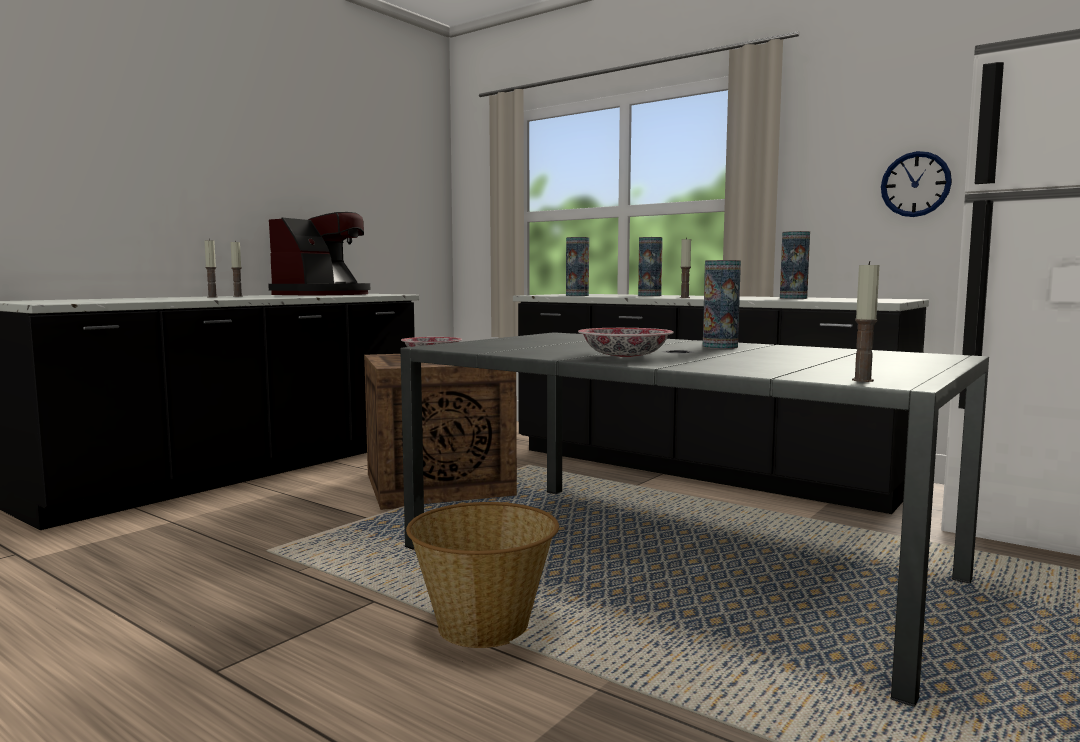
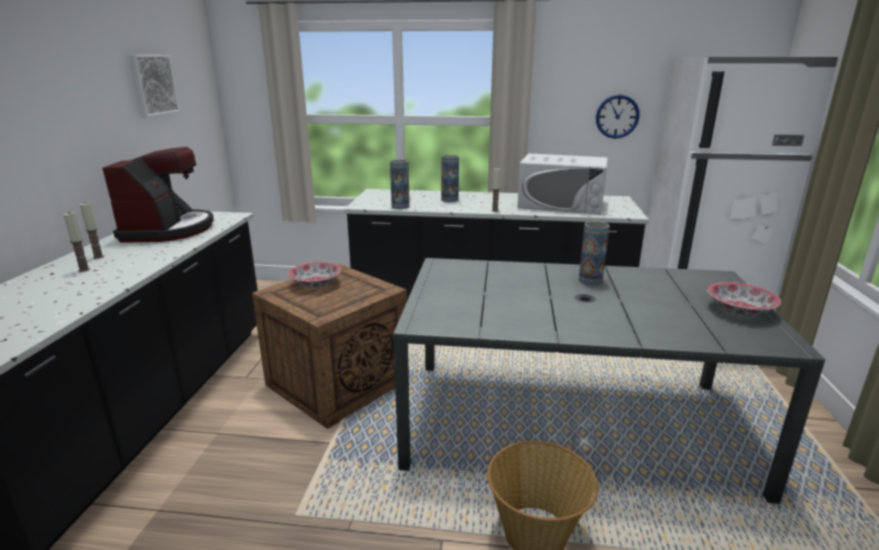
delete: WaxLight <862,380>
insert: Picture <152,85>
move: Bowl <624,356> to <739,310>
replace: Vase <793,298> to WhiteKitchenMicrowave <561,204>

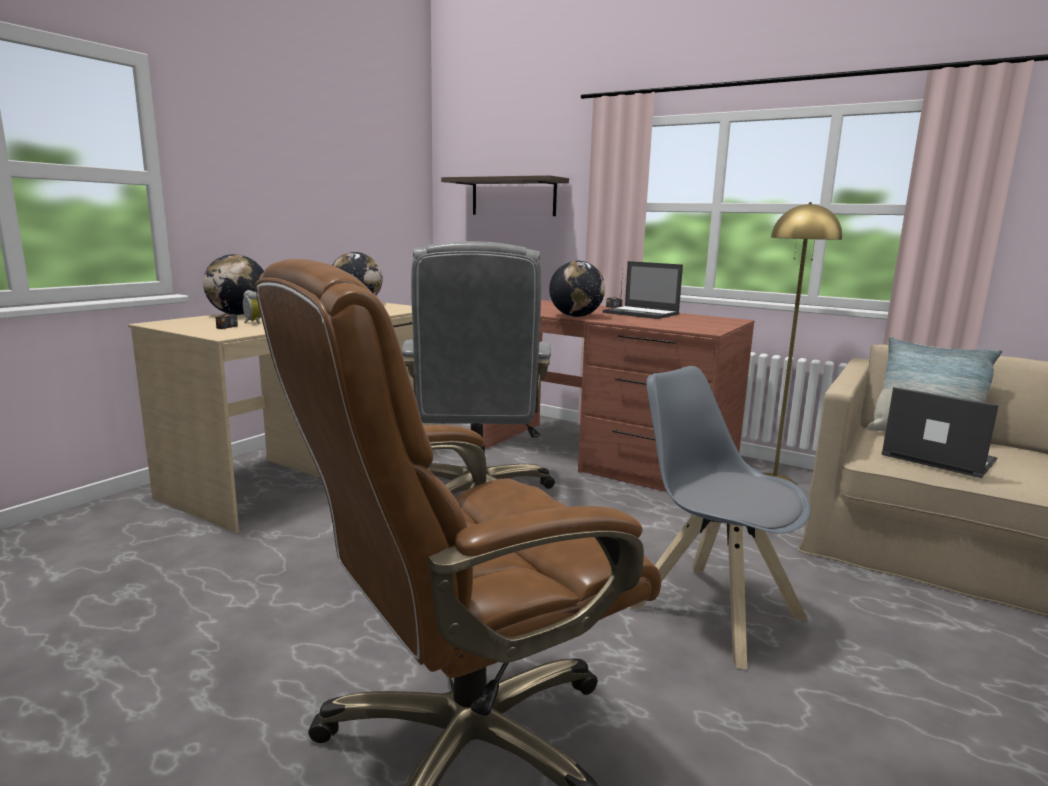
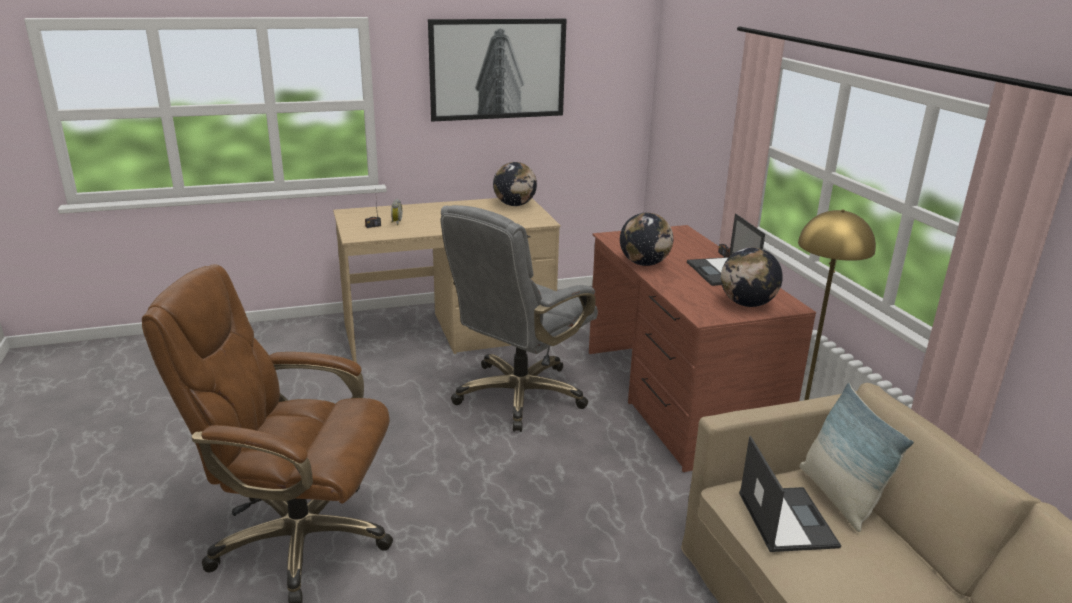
delete: Shelf <513,197>; GreyishPlainChair <711,610>
insert: Picture <497,69>
move: Globe <238,314> to <747,304>

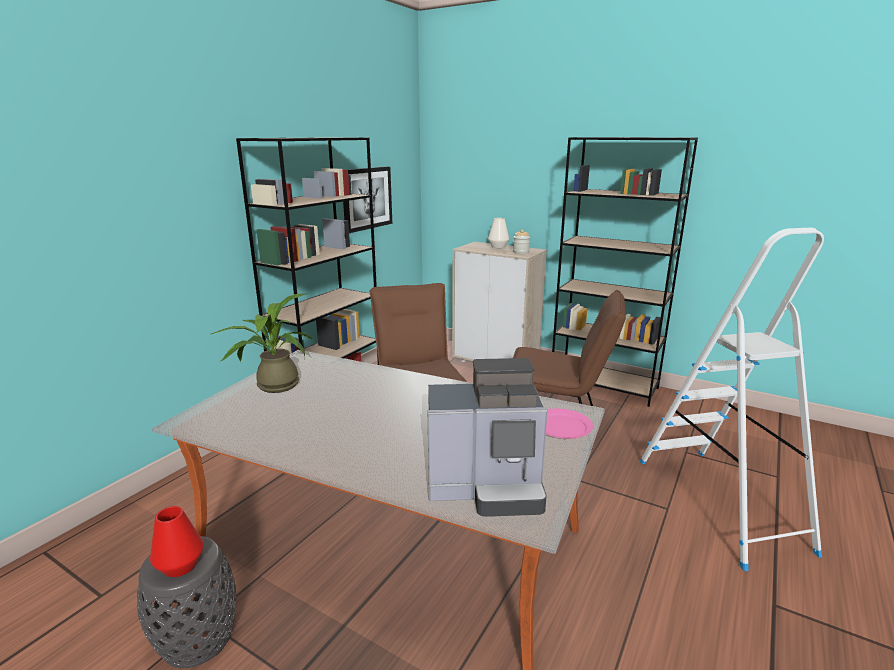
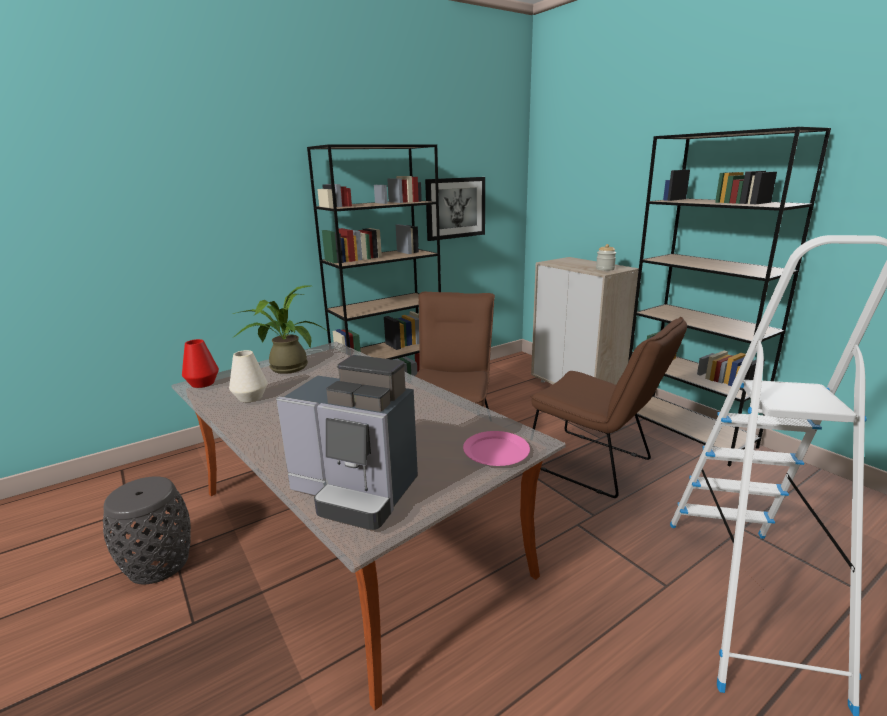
move: RedColouredVase <180,565> to <203,383>; WhiteVase <498,246> to <250,397>

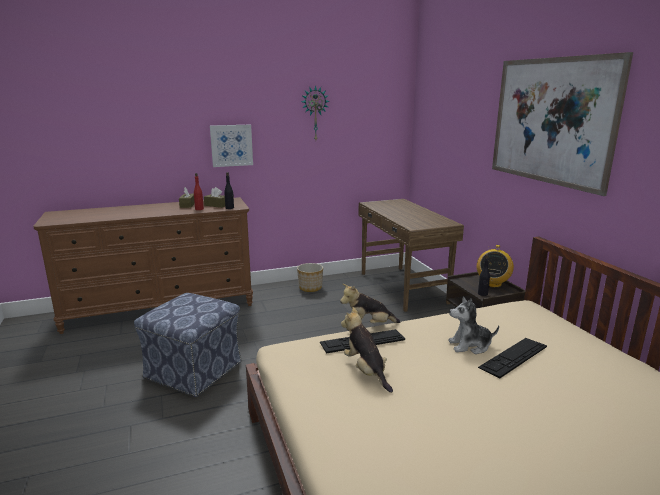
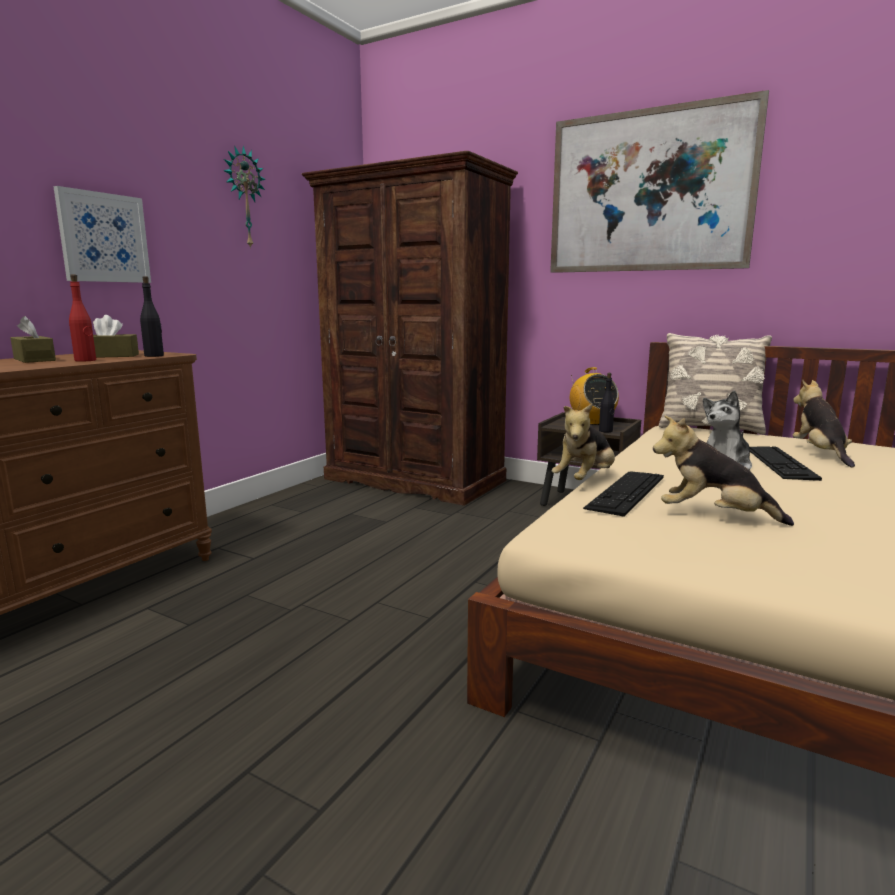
delete: Ottoman <194,369>; FlowerPot <310,288>
insert: BeigeColouredPillow <709,429>; CuddlyToy <820,454>
replace: BrownColouredHallTable <403,288> to BrownColouredClothesCupboard <414,480>

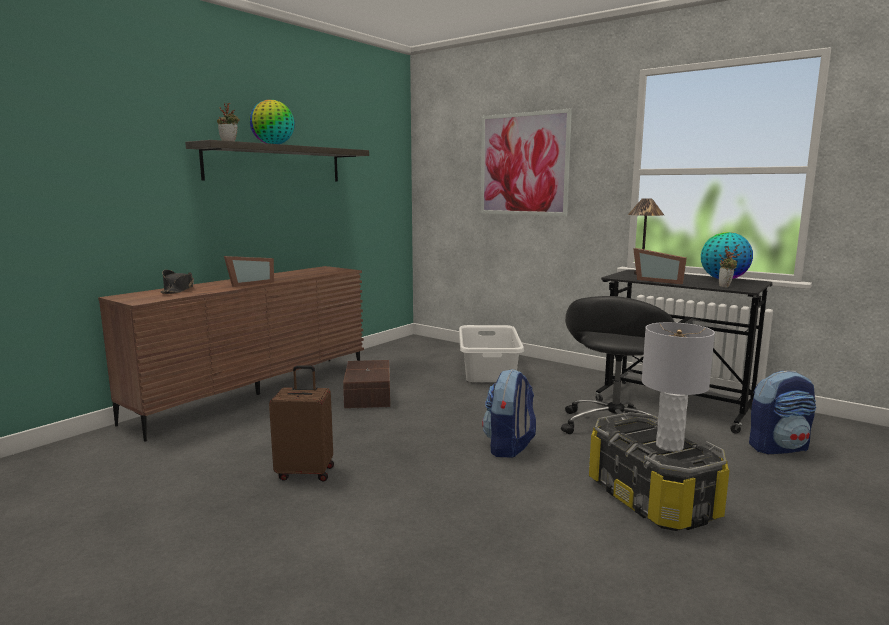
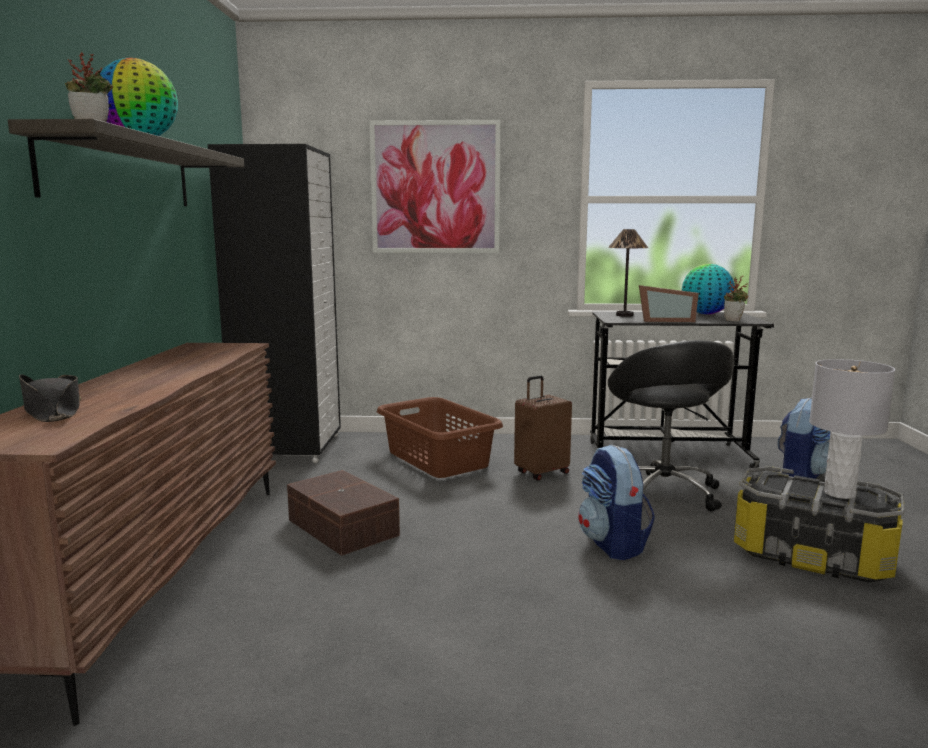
delete: StandingFrame <249,283>
insert: ClothesCupboard <288,448>
move: BrownColouredPieceOfLuggage <306,472> to <541,473>
recolor: WhiteWashingBasket <489,370> to BrownColouredWashingBasket <438,459>

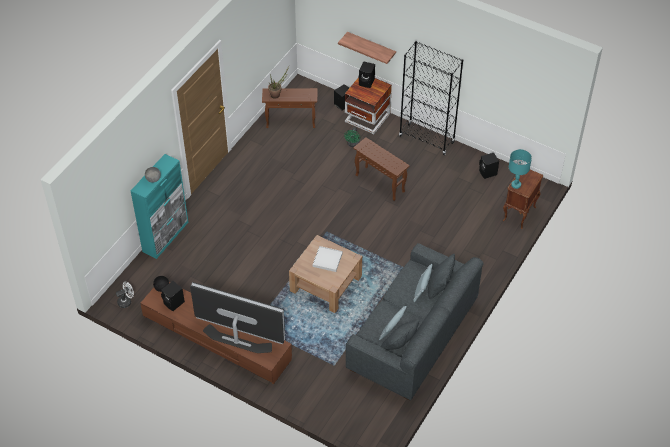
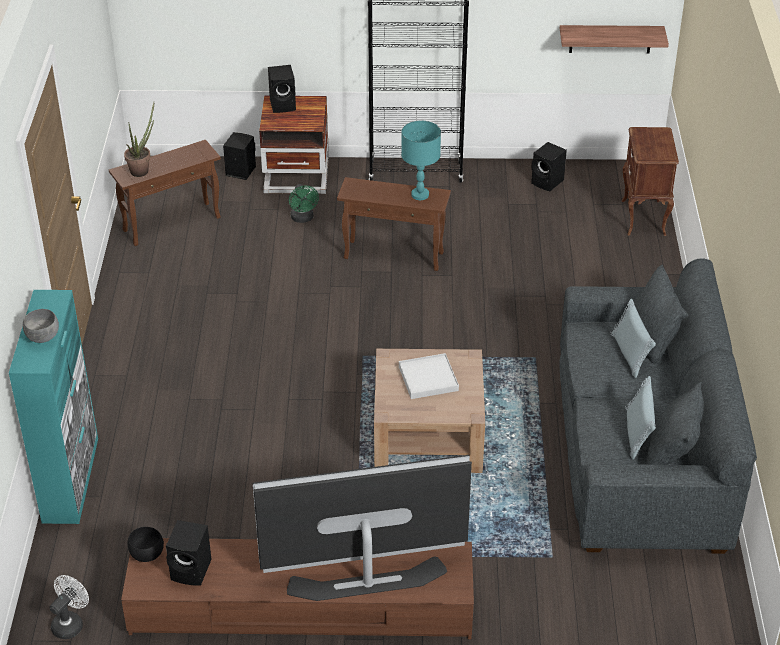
move: BlueGreenTableLamp <516,184> to <420,195>; Shelf <371,47> to <610,39>

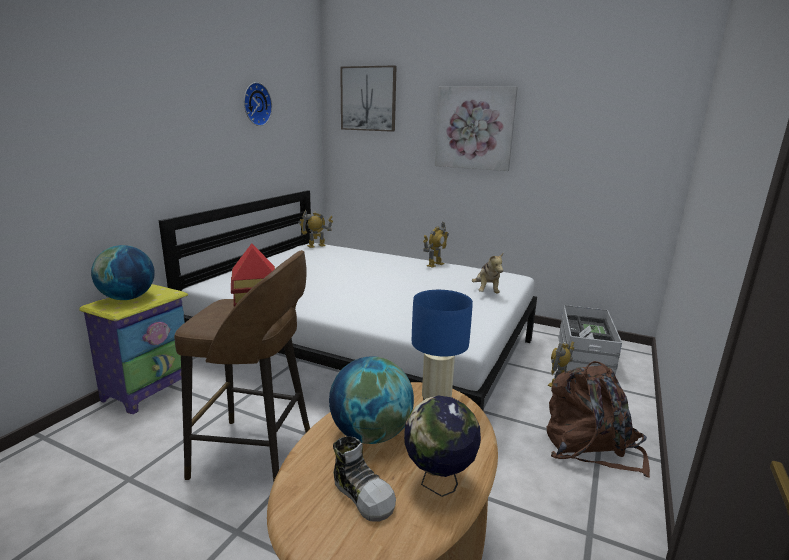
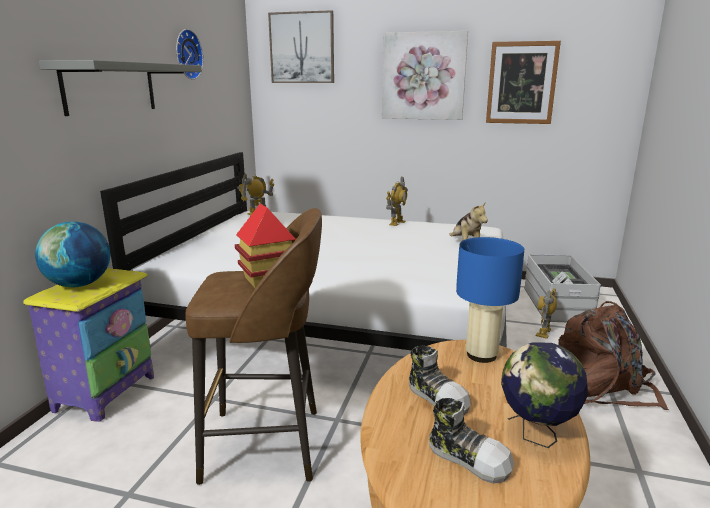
insert: GreyishShelf <110,88>; Picture <521,83>
replace: Globe <371,434> to ItemOfFootwear <438,397>

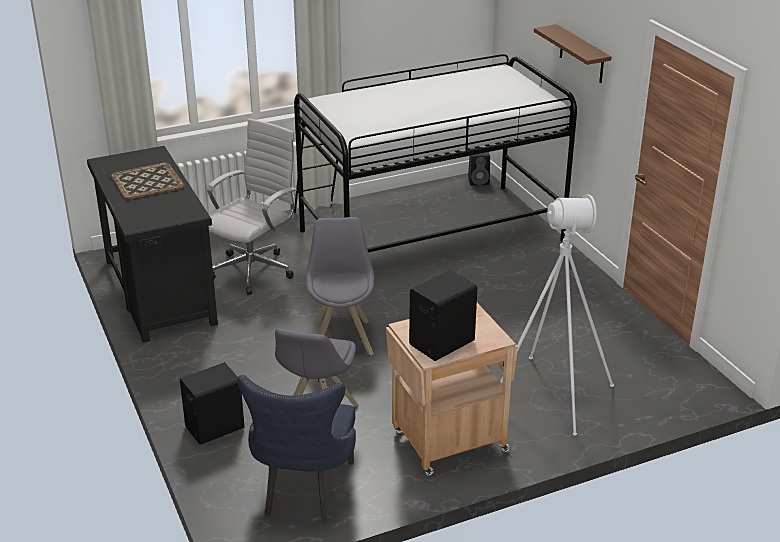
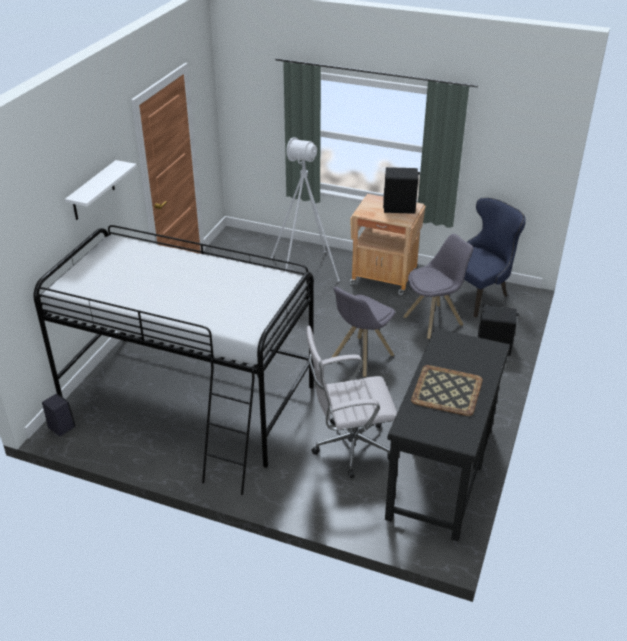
recolor: BrownColouredShelf <581,54> to WhiteShelf <93,191>

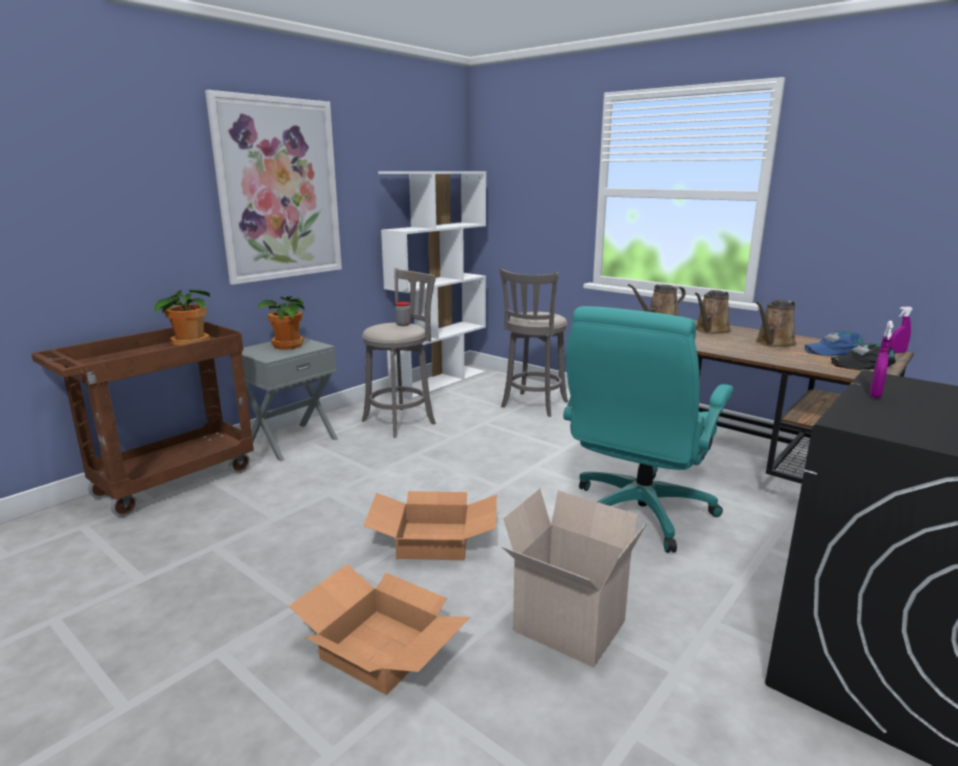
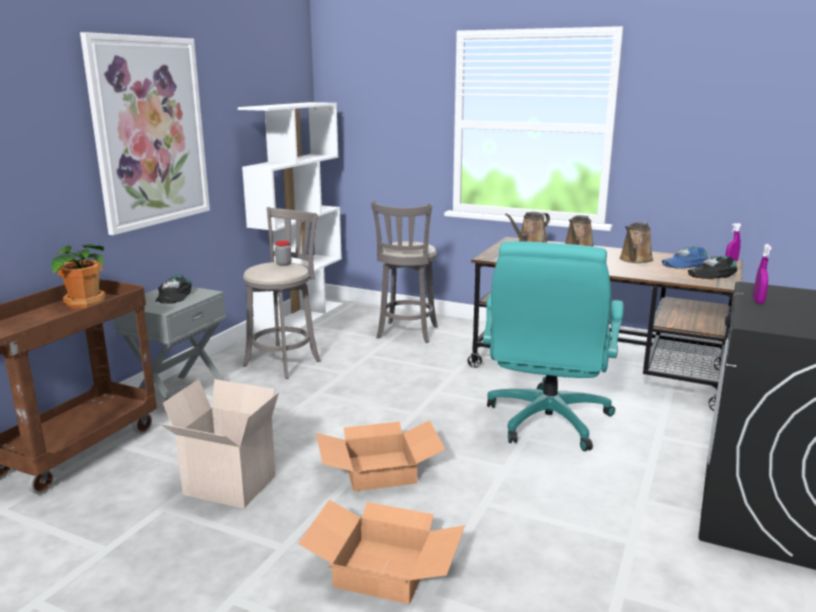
move: CardboardBox <566,627> to <227,486>
replace: Houseplant <287,346> to BlackPeakedCap <173,295>

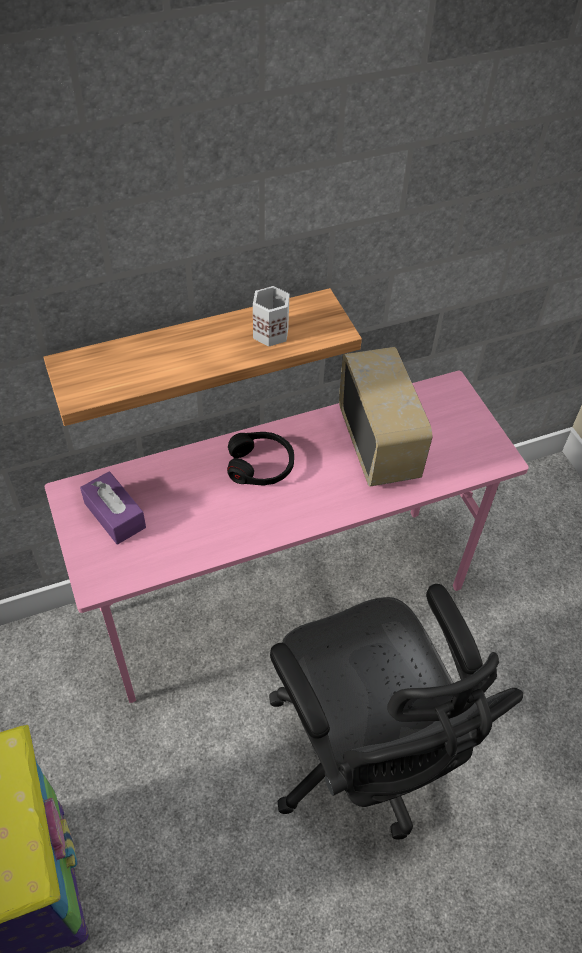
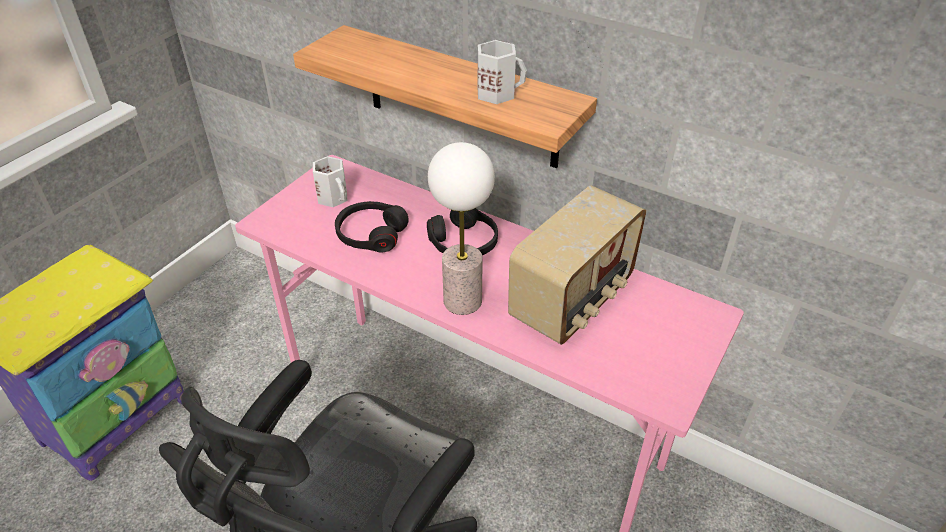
insert: BlackHeadset <371,234>; TableLamp <462,301>
replace: PurplishTissueHolder <115,515> to WhiteCoffeeMug <334,197>

